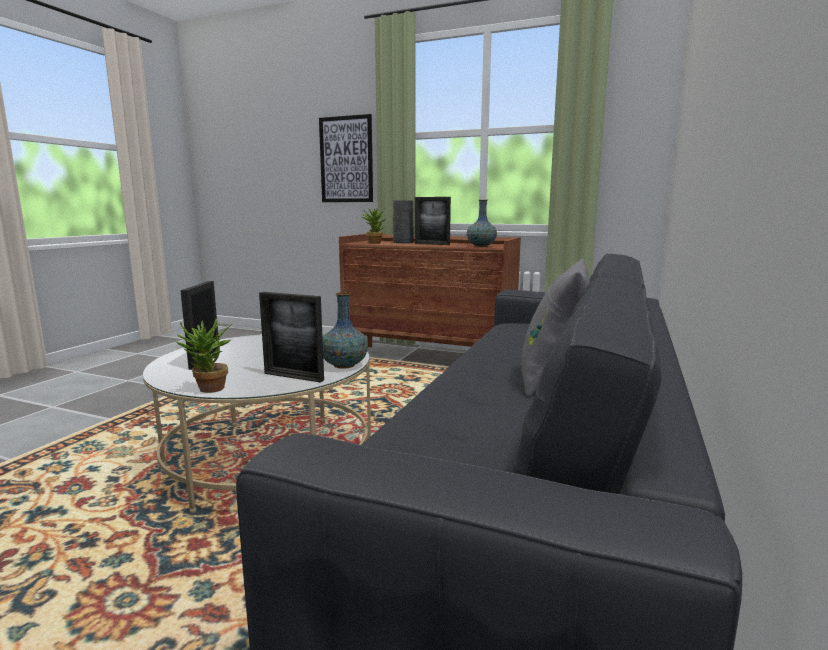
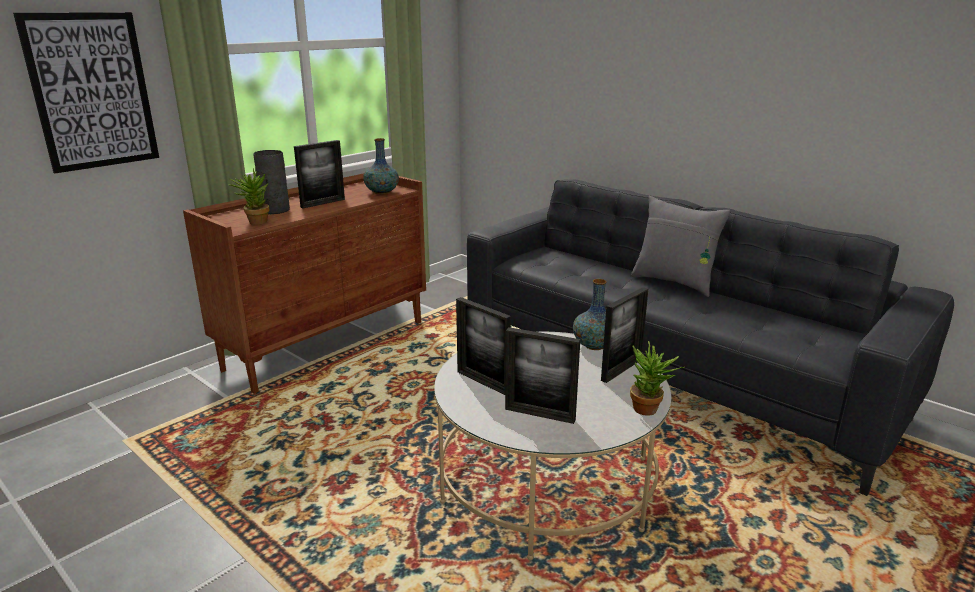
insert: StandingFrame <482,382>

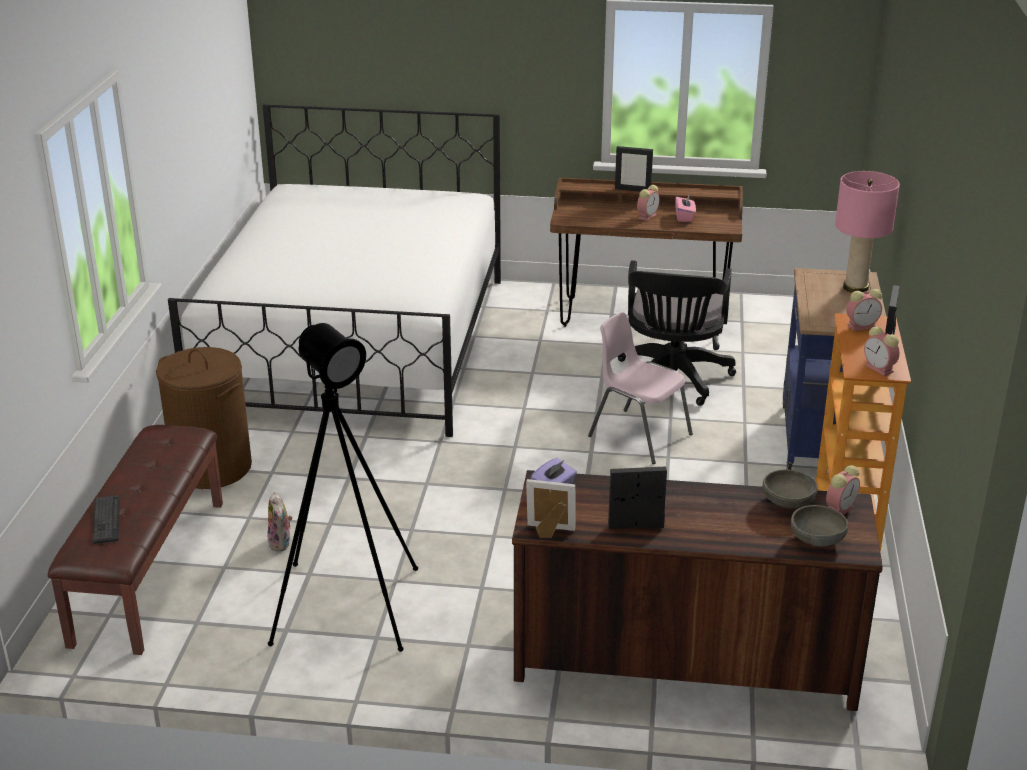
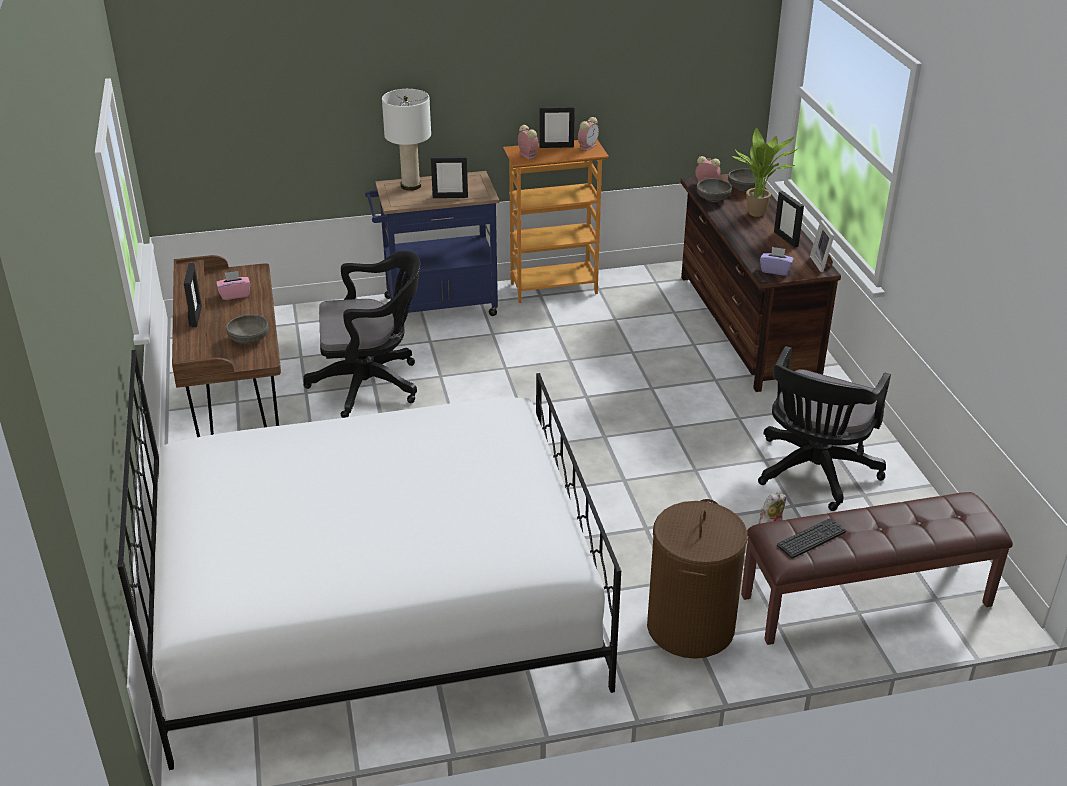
delete: PinkPlainChair <638,435>; AlarmClock <647,216>
insert: GreyishBowl <249,339>; StandingFrame <450,196>; Houseplant <759,214>
move: Keyboard <106,520> to <811,539>
replace: BlackStandardLamp <346,607> to BlackOfficeChair <814,474>
recolor: PinkTableLamp <855,287> to WhiteTableLamp <410,186>

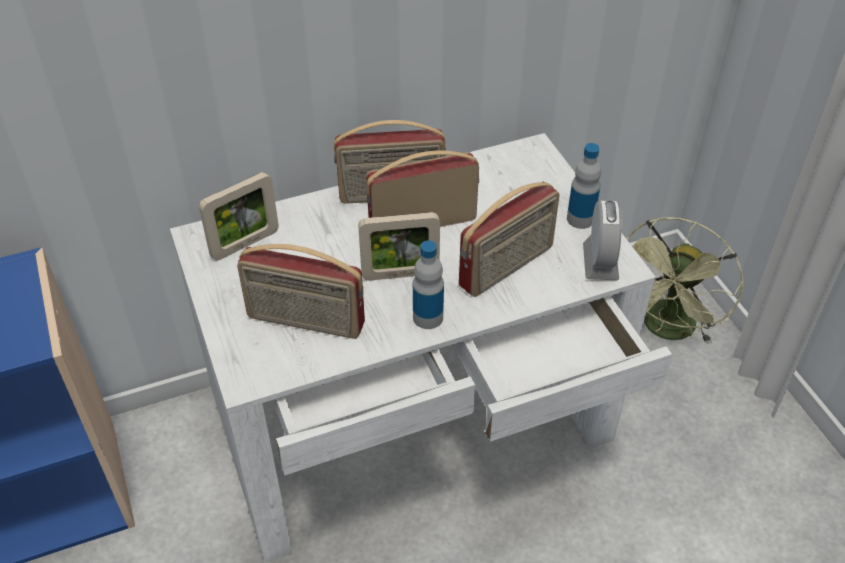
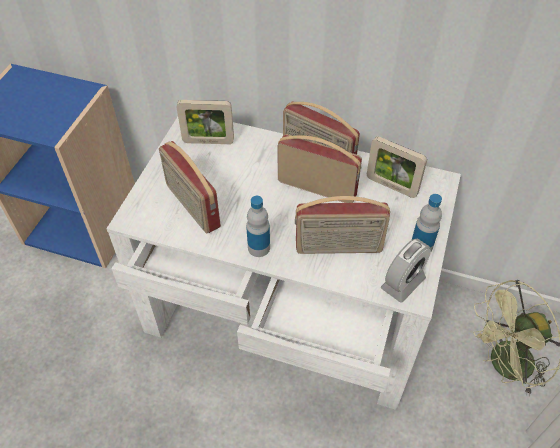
move: StandingFrame <400,274> to <391,186>

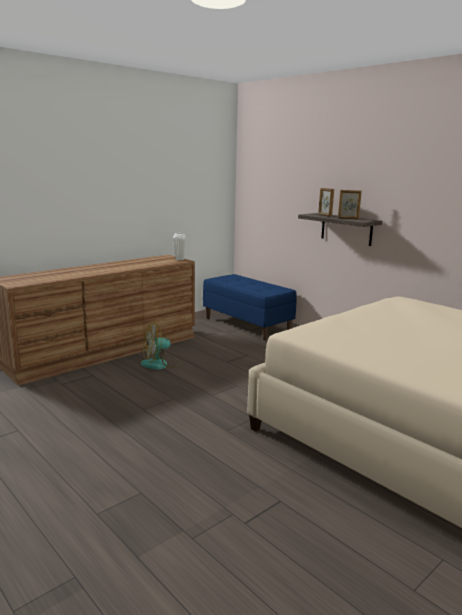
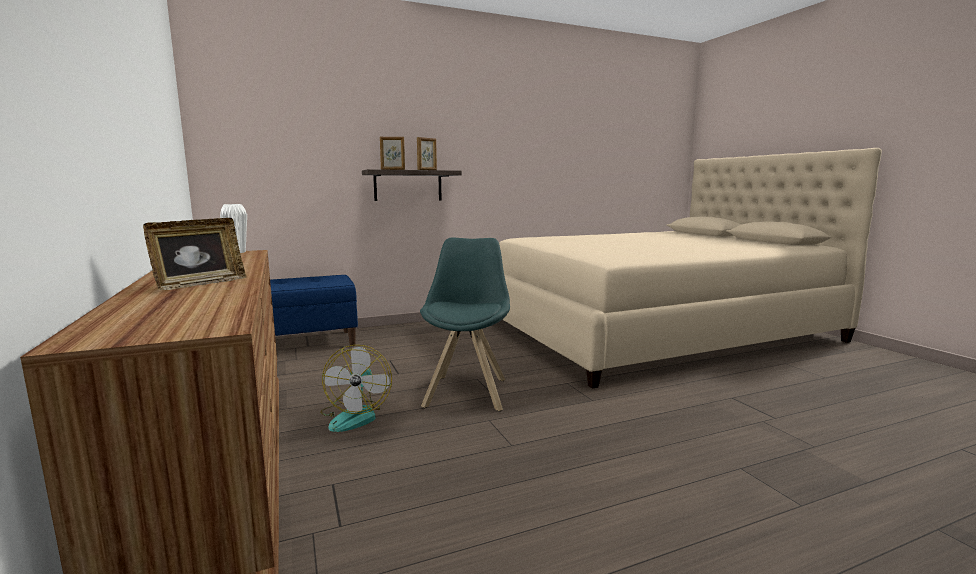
insert: StandingFrame <200,284>; BlueGreenPlainChair <467,392>

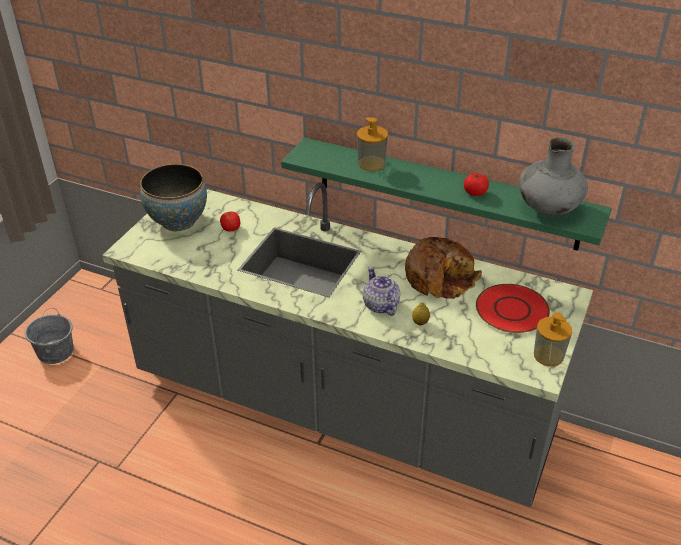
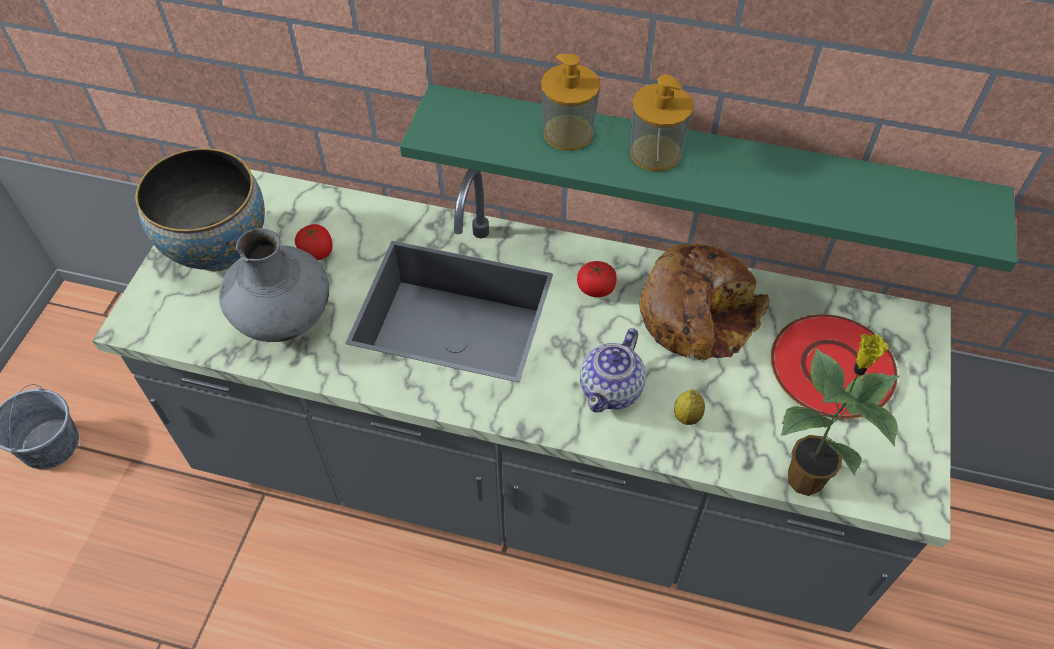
insert: Houseplant <805,476>
move: GreyishVase <548,208> to <284,318>; FreshTomato <475,193> to <595,289>; SoapBottle <548,355> to <655,153>
rotate: Teapot <380,305> = <612,389> 120 degrees counterclockwise

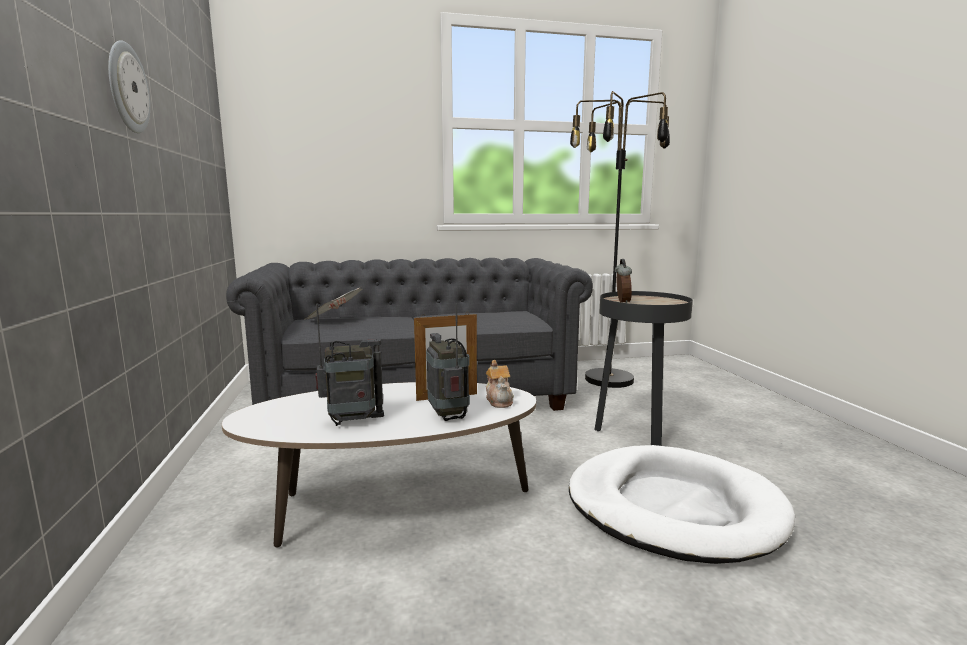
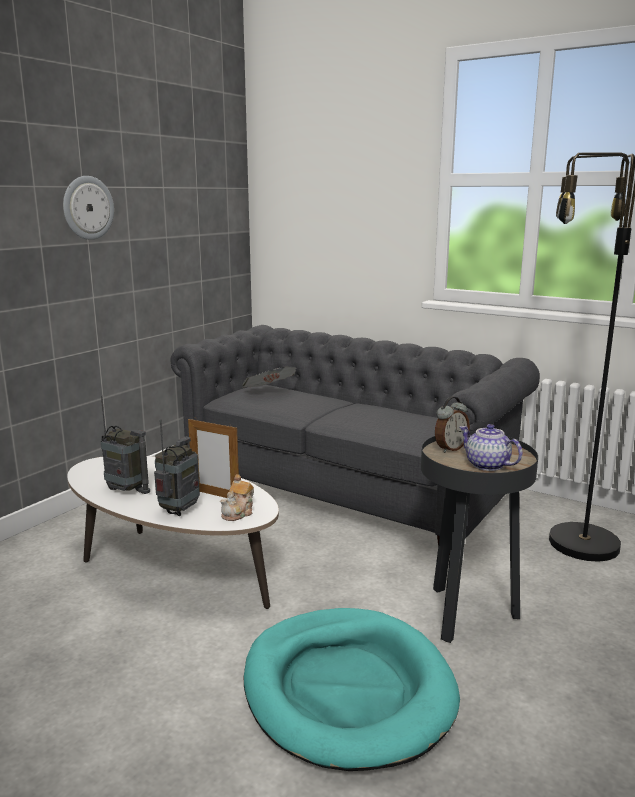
insert: Teapot <486,465>
recolor: WhiteDogCushion <672,508> to BlueGreenDogCushion <347,690>

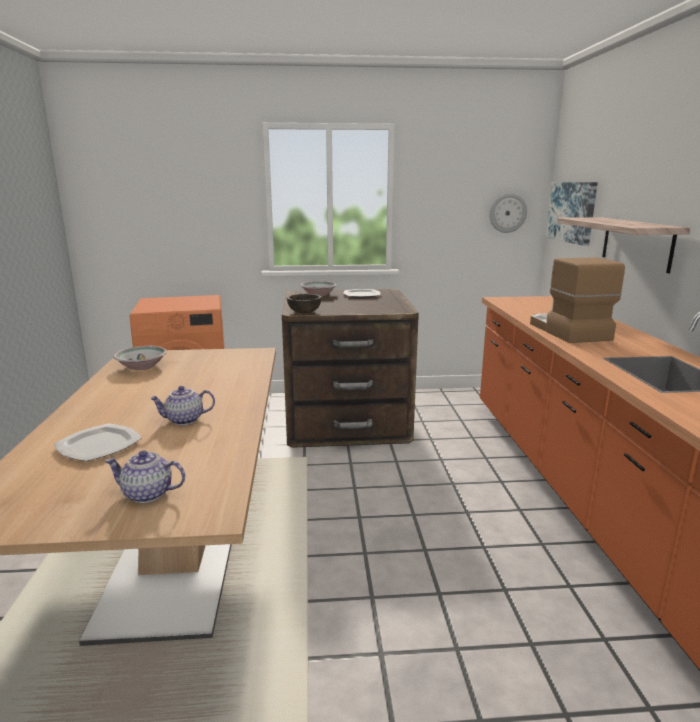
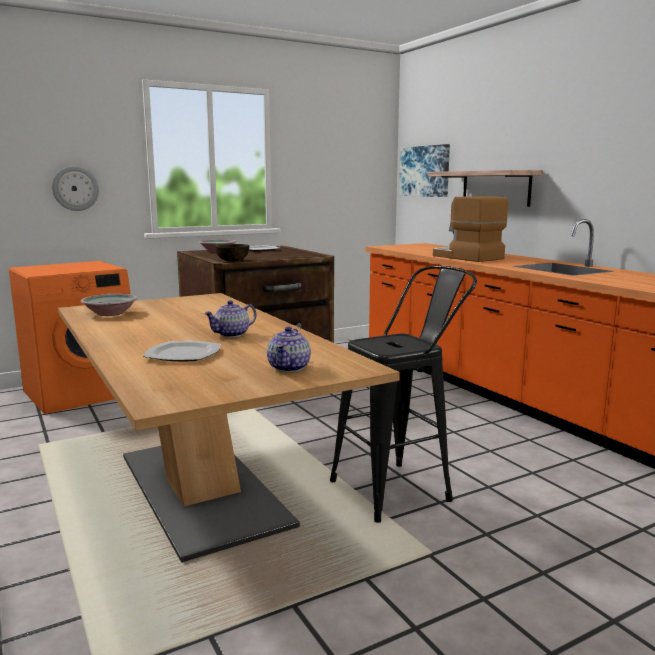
insert: BlackStoolSeat <401,488>
move: WallClock <507,213> to <75,188>
rotate: Teapot <148,494> = <289,368> 60 degrees counterclockwise

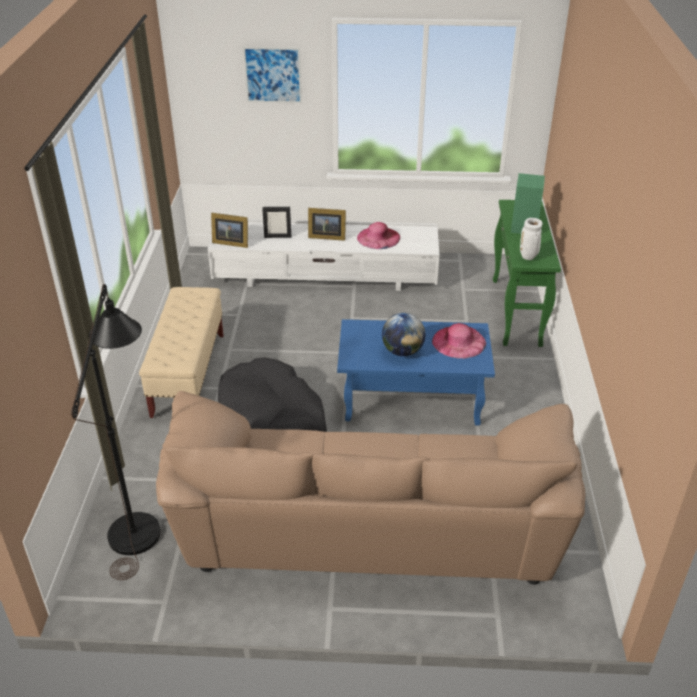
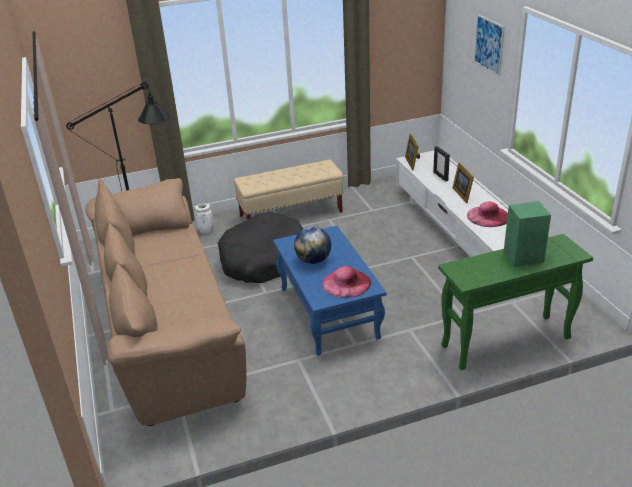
move: WhiteVase <528,257> to <206,231>

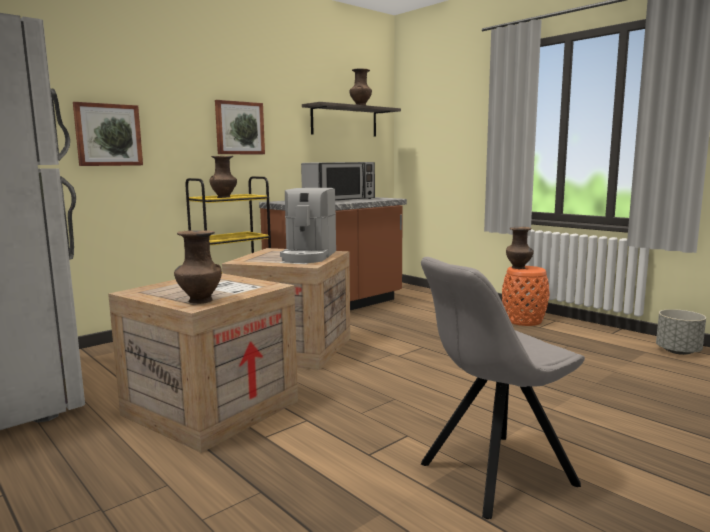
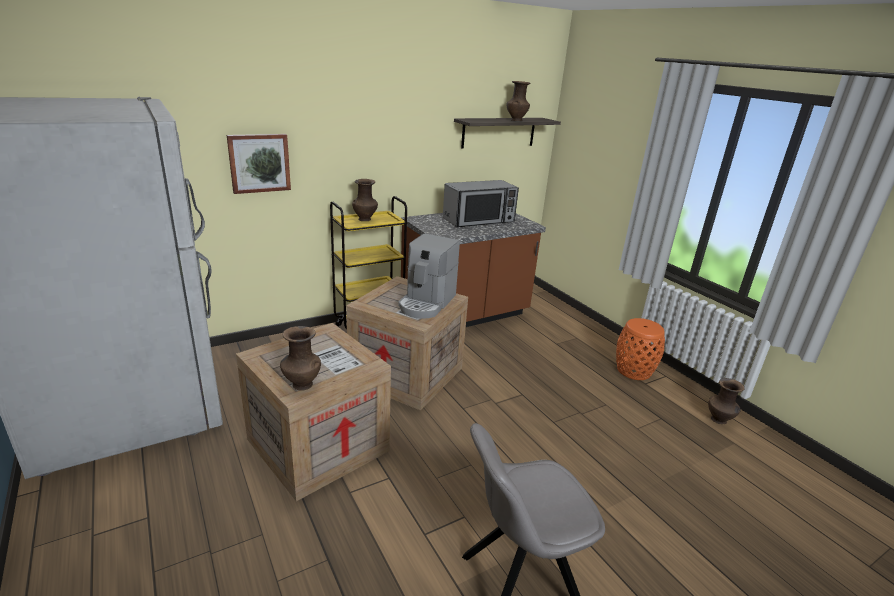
delete: Picture <239,128>; GreyishFlowerPot <678,351>
move: BrownColouredVase <519,268> to <719,420>

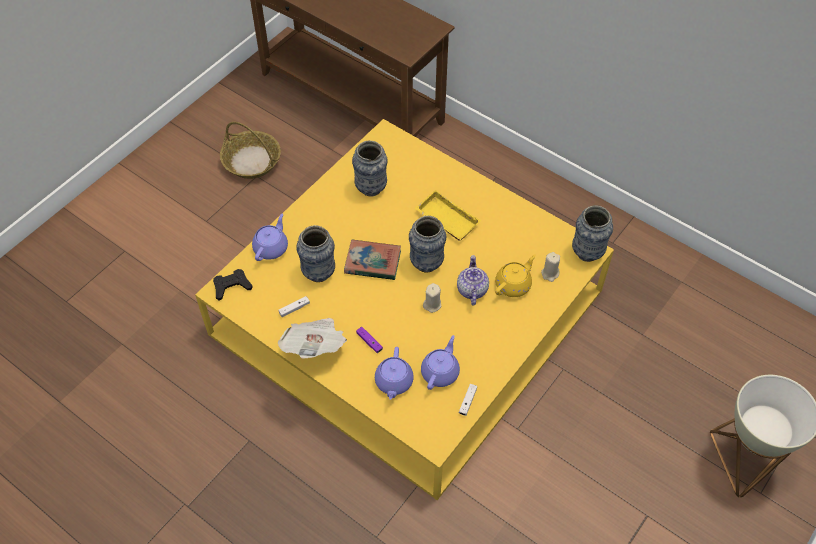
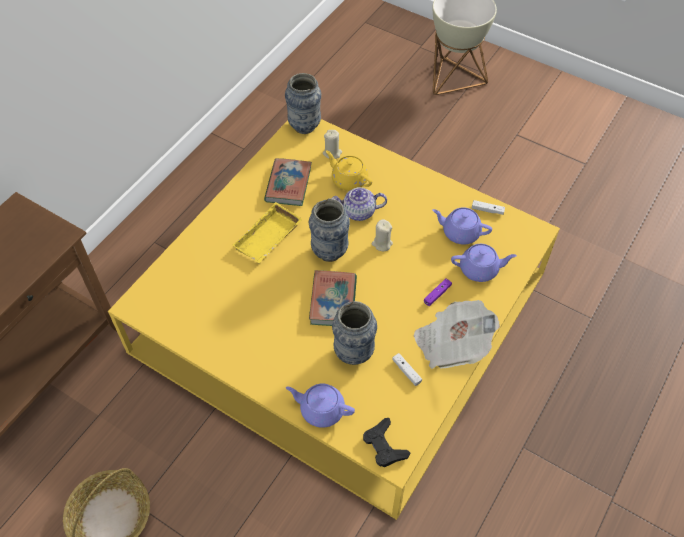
delete: Vase <371,188>
insert: Volume <288,184>

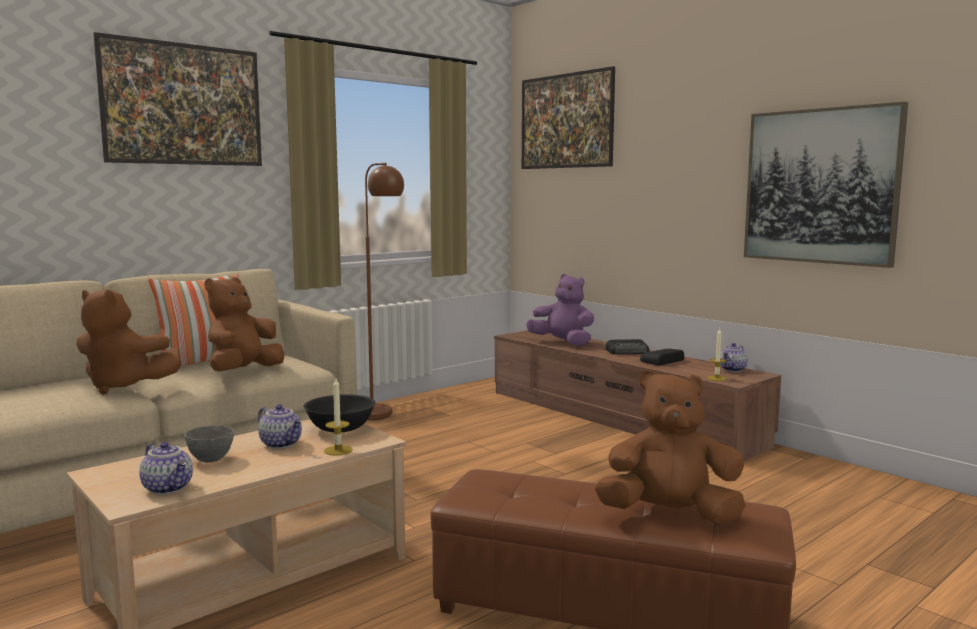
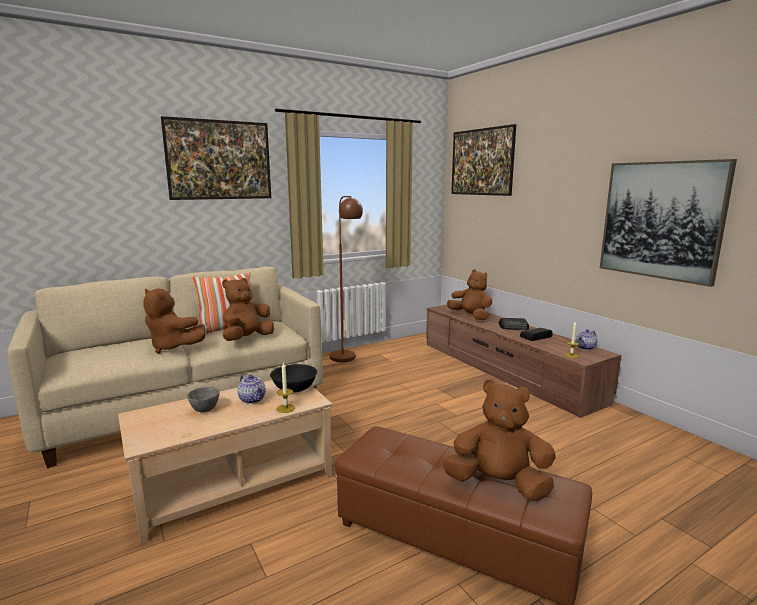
delete: Teapot <169,488>
recolor: PurplishCuddlyToy <563,343> to BrownColouredCuddlyToy <471,316>

